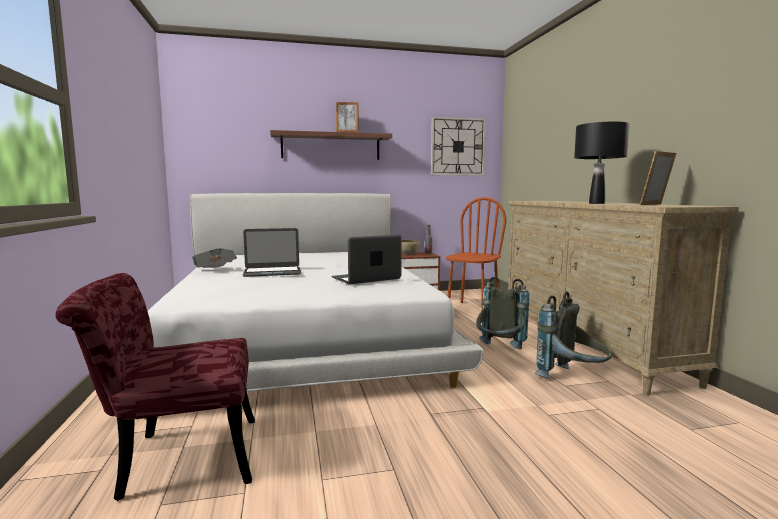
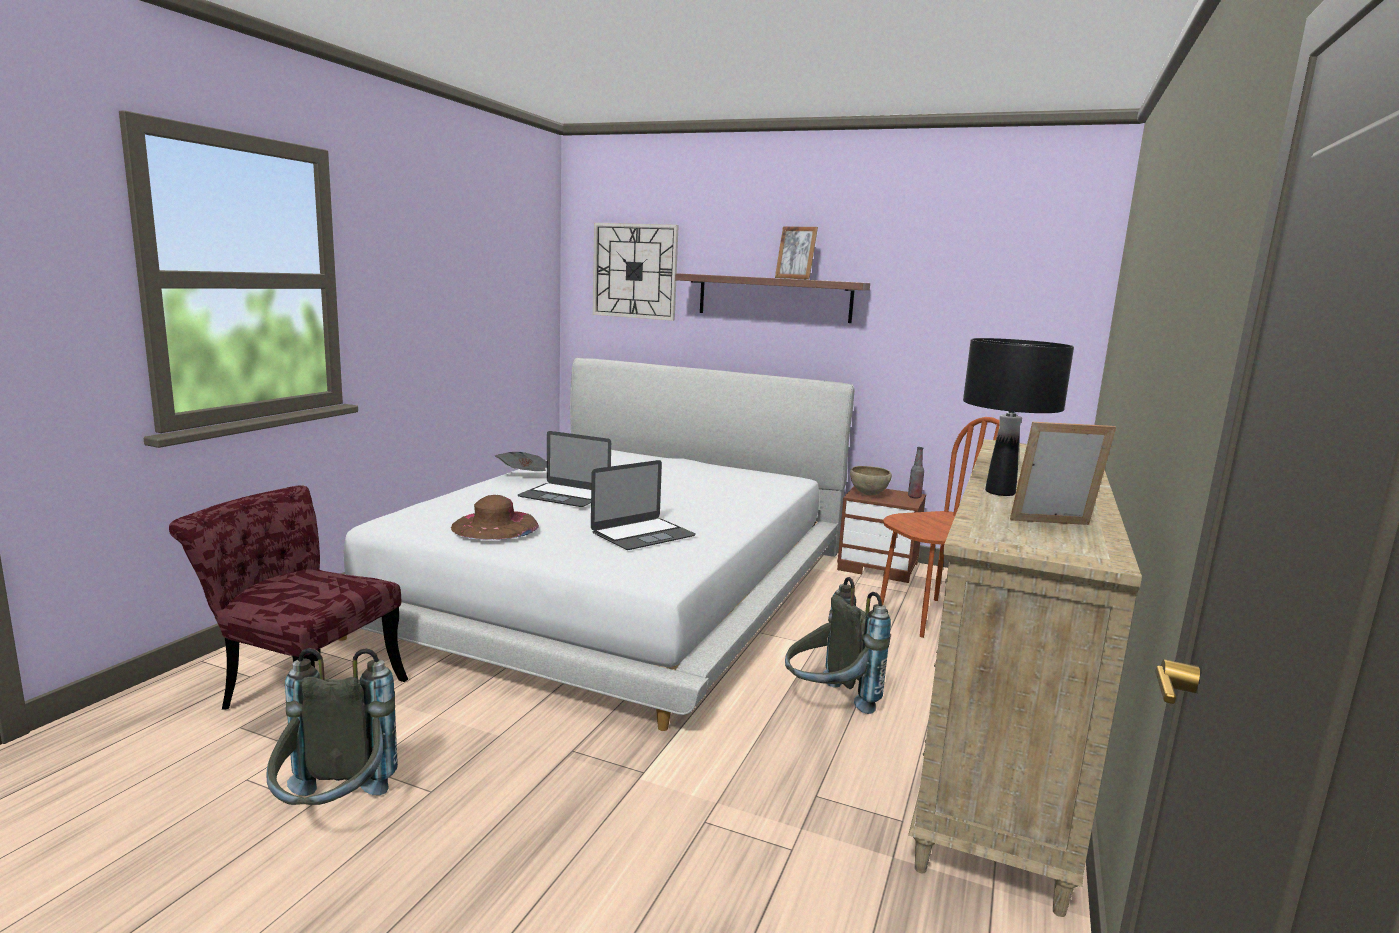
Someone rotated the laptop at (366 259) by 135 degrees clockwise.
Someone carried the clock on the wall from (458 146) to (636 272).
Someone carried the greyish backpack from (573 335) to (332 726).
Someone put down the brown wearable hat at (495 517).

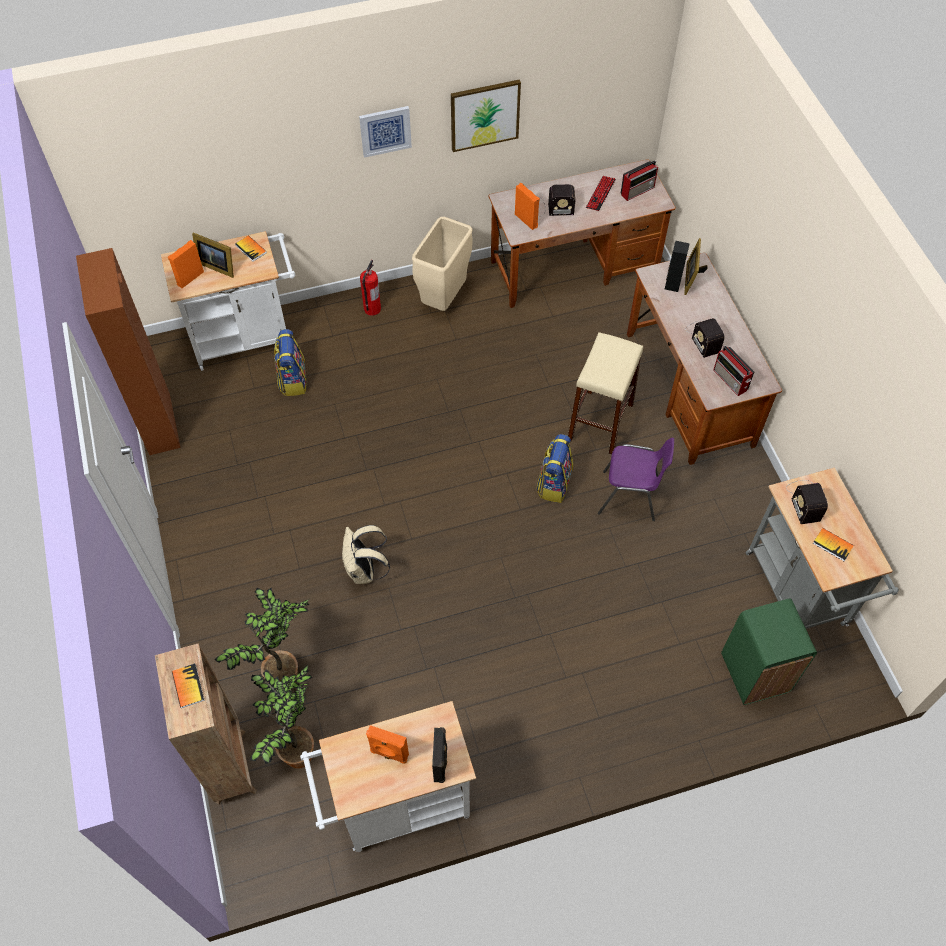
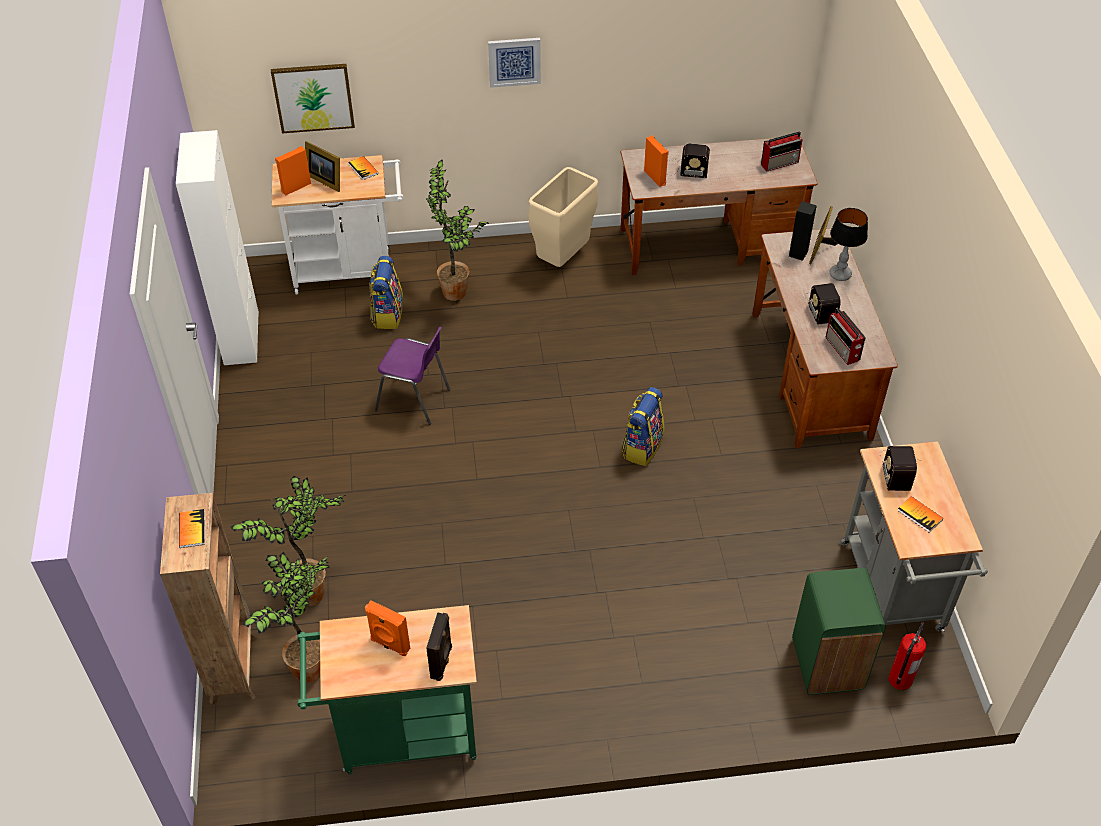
Someone repainted the brown cabinet at (128 351), which became the whitish cabinet at (217 247).
Someone repainted the whitish cart at (388 776), which became the green-coloured cart at (387 689).
Someone took away the beige-coloured backpack at (366 554).
Someone carried the extinguisher from (370 288) to (907 656).
Someone carried the wall picture from (486 116) to (313 98).
Someone took away the beige-coloured stool at (605 393).
Someone took away the PC keyboard at (601 193).
Someone carried the purplish plain chair from (636 479) to (412 376).
Someone put down the plant in a pot at (457 230).
Someone put down the lamp for a table at (849 244).

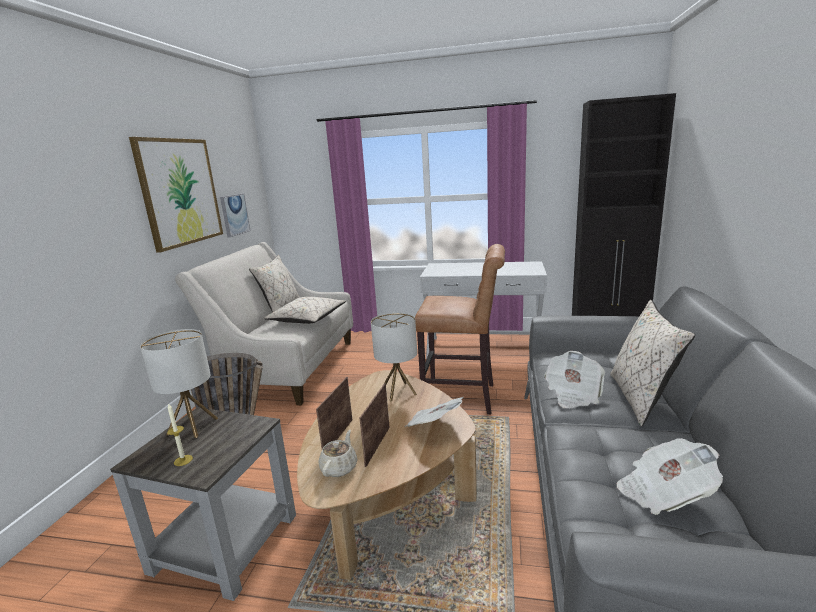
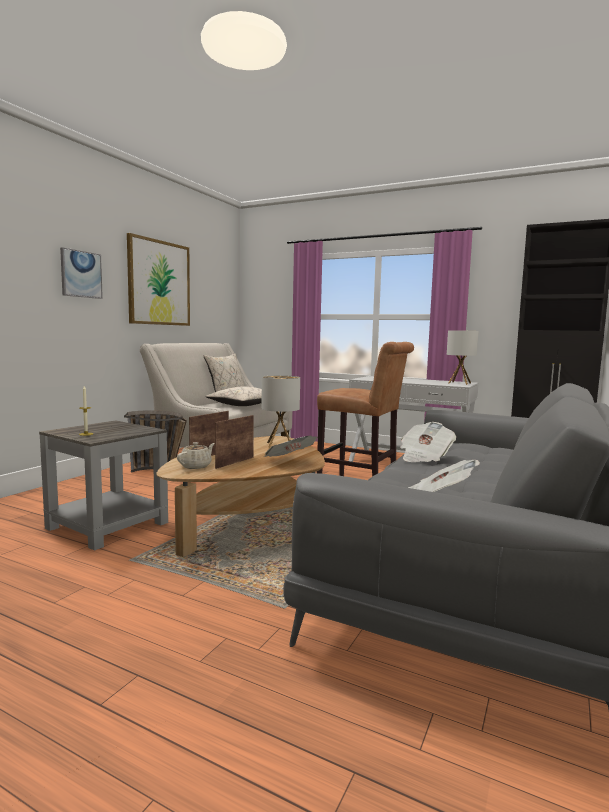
Someone carried the lamp for a table from (179 383) to (463 357).
Someone carried the wall picture from (235 215) to (81 273).
Someone took away the beige-coloured pillow at (652 363).

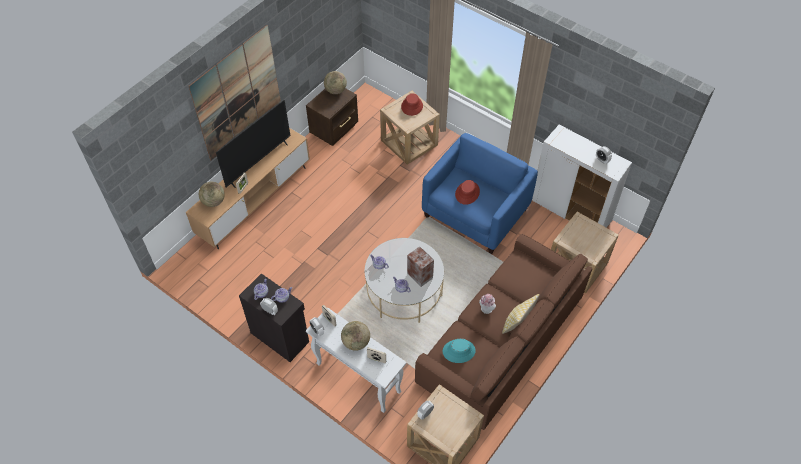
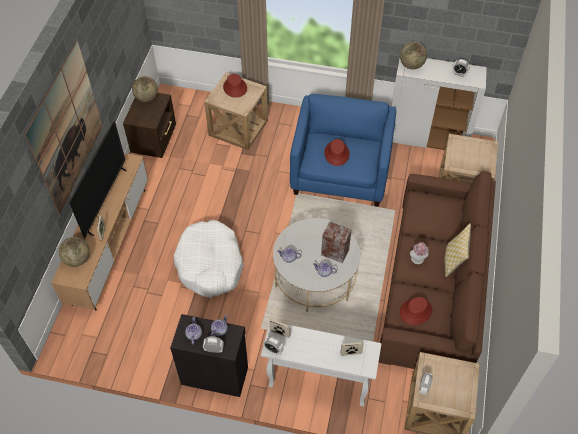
Someone carried the globe from (355 336) to (413 55).
Someone repainted the turquoise-coloured wearable hat at (459 350), which became the red-coloured wearable hat at (415 311).
Someone put down the whitish dog cushion at (209 259).

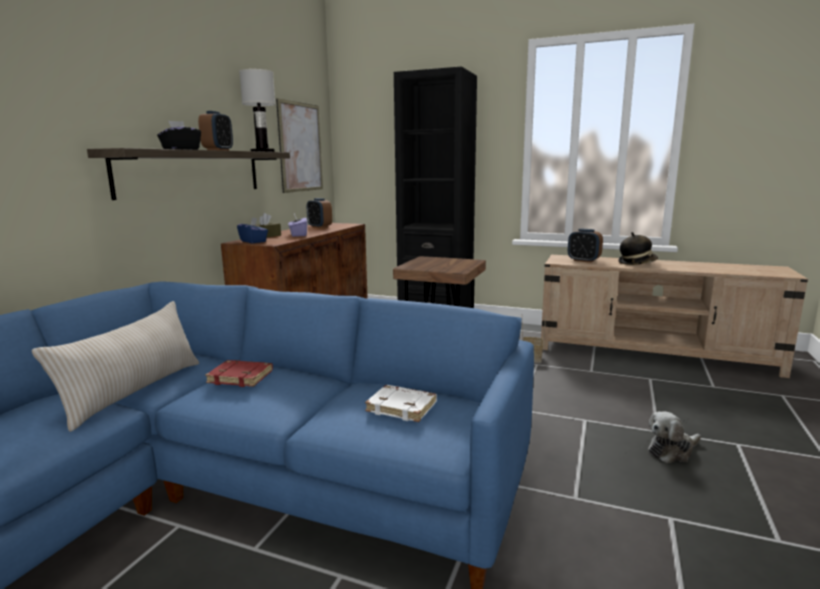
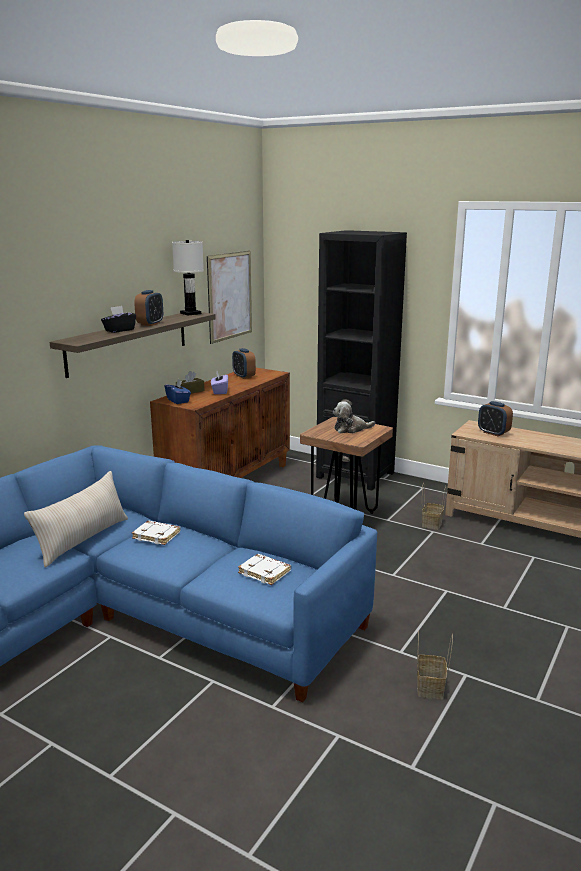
Someone repainted the red-coloured volume at (239 373), which became the whitish volume at (156 533).
Someone took away the wearable hat at (638 248).
Someone carried the plush toy from (674 437) to (354 417).
Someone put down the household basket at (435 665).

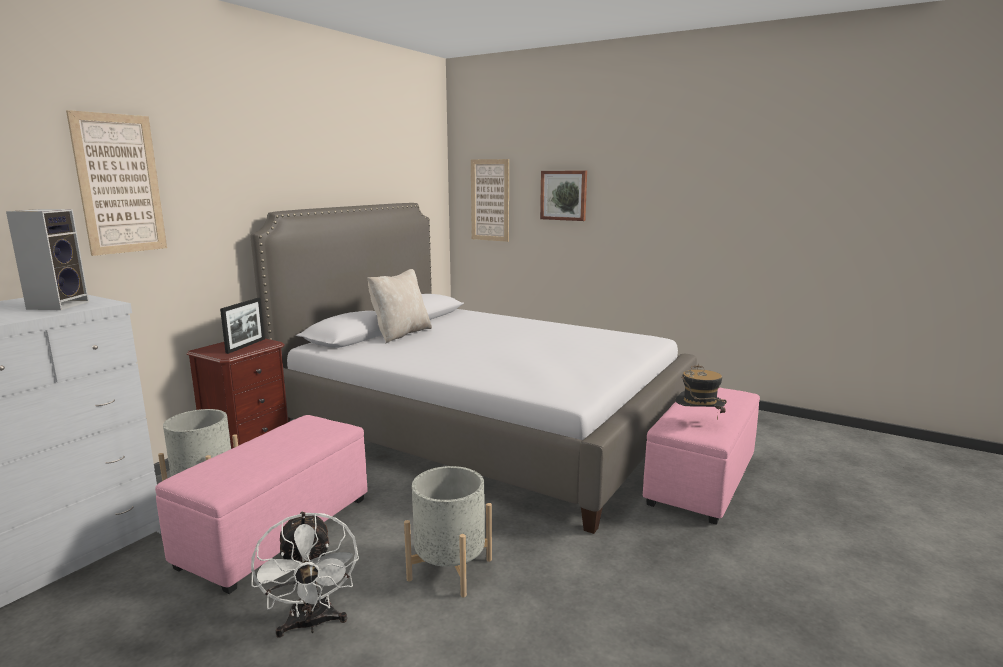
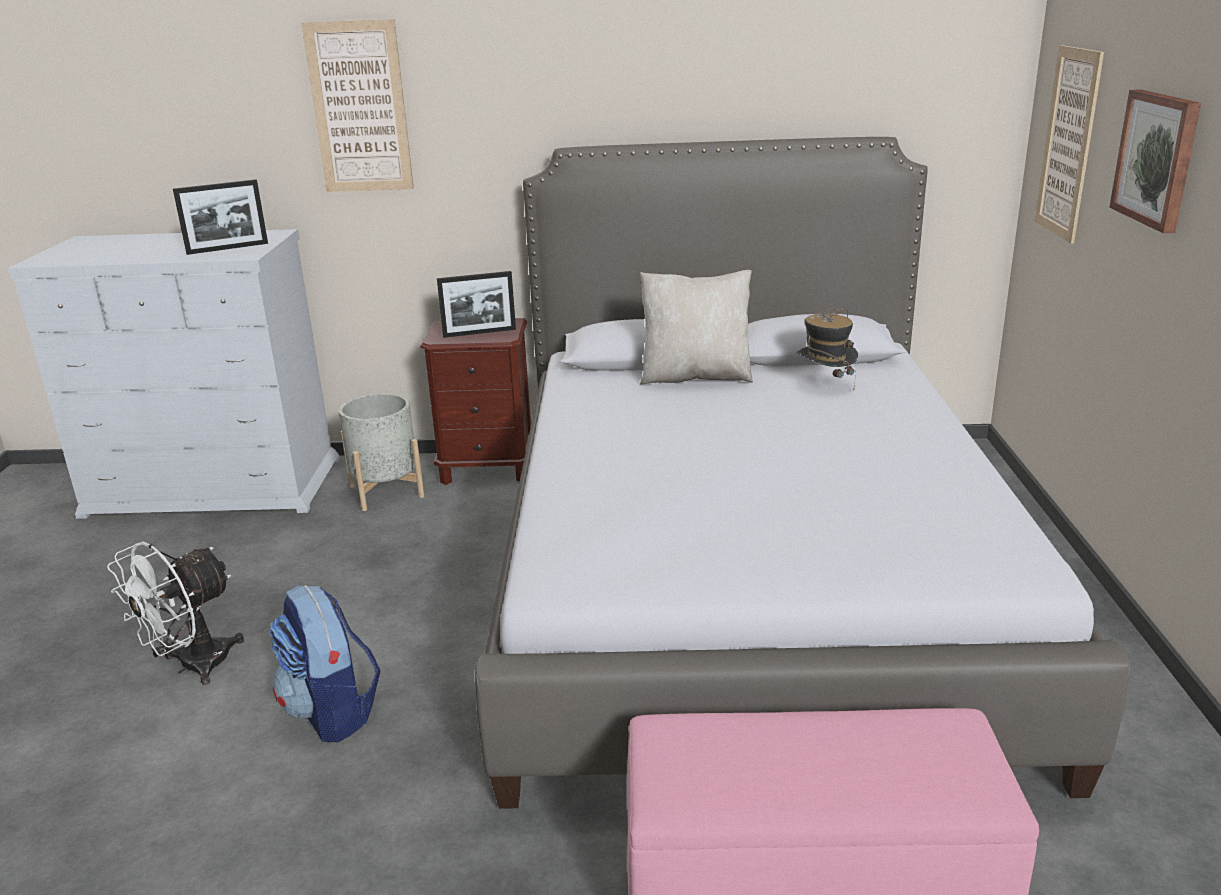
Someone swapped the loudspeaker at (47 259) for the photo frame at (220 217).
Someone took away the pink pouffe at (261 504).
Someone swapped the greyish flower pot at (448 531) for the backpack at (325 663).
Someone carried the wearable hat from (701 391) to (827 350).

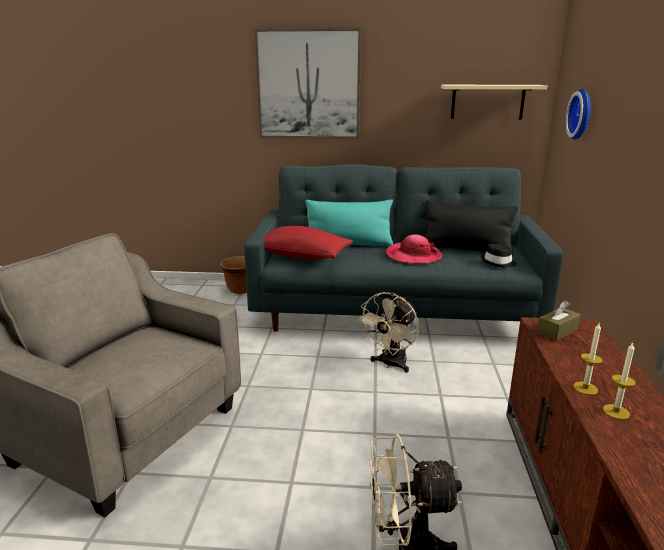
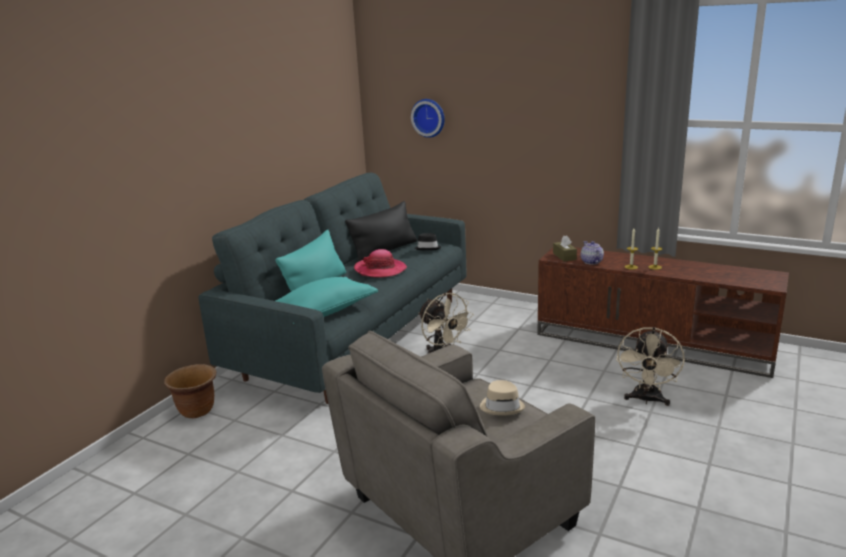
Someone took away the wall picture at (308 83).
Someone repainted the red-coloured pillow at (308 243), which became the turquoise-coloured pillow at (327 300).
Someone took away the beige-coloured bracket shelf at (494 102).
Someone put down the beige-coloured wearable hat at (502 398).
Someone put down the teapot at (592 253).

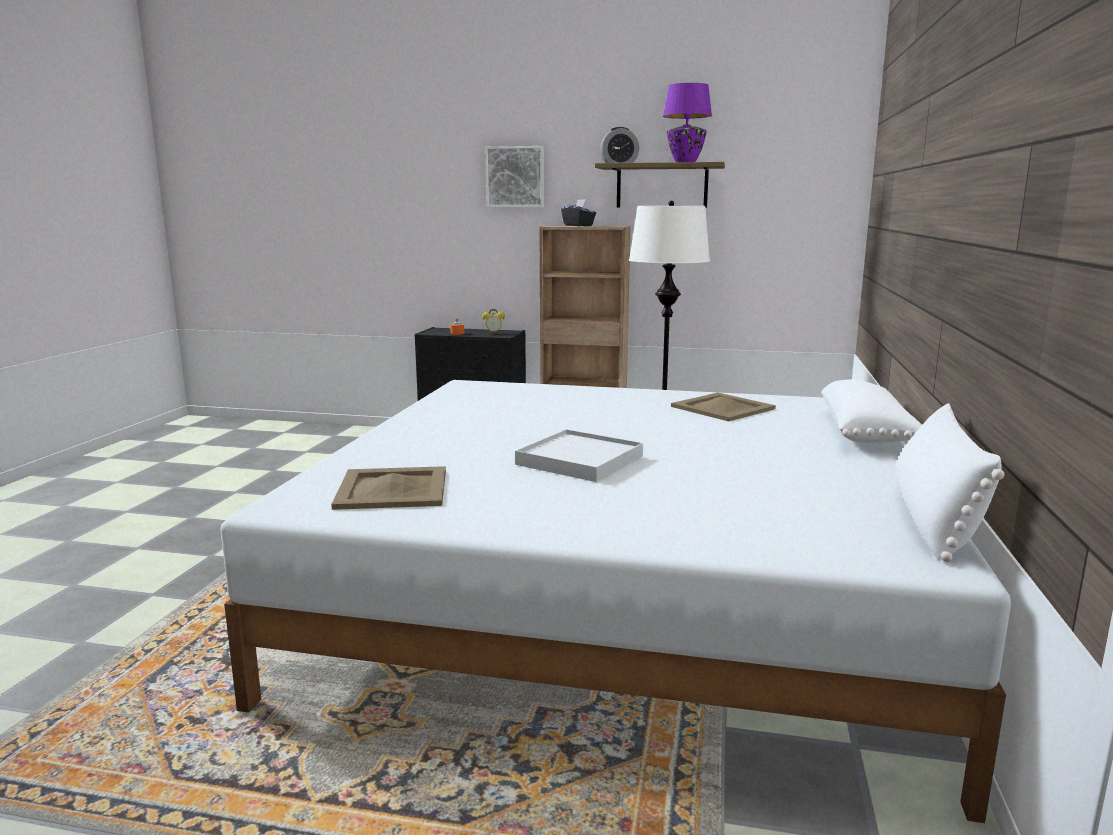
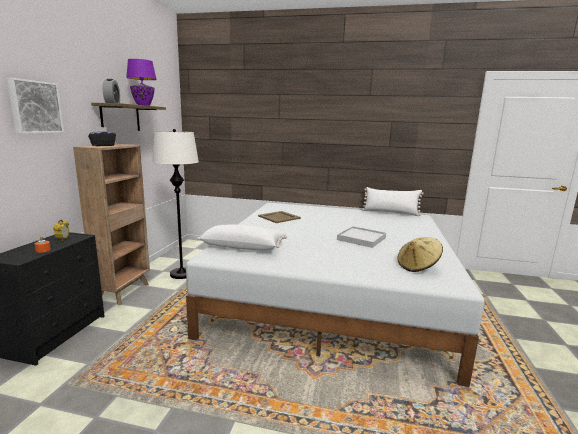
Someone swapped the beige-coloured tray at (388 488) for the beige-coloured wearable hat at (420 254).
Someone carried the whitish pillow from (871 411) to (242 237).

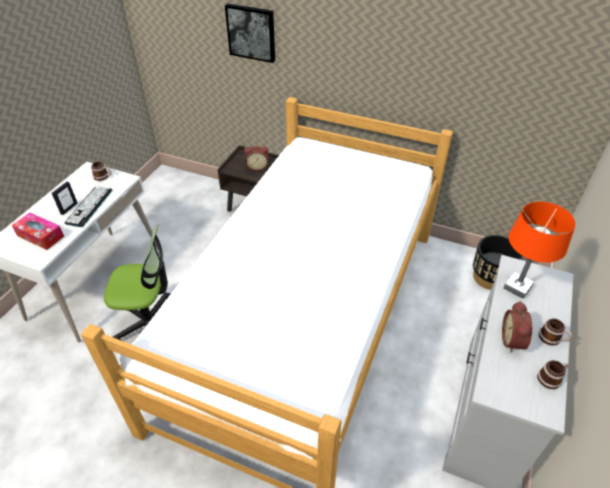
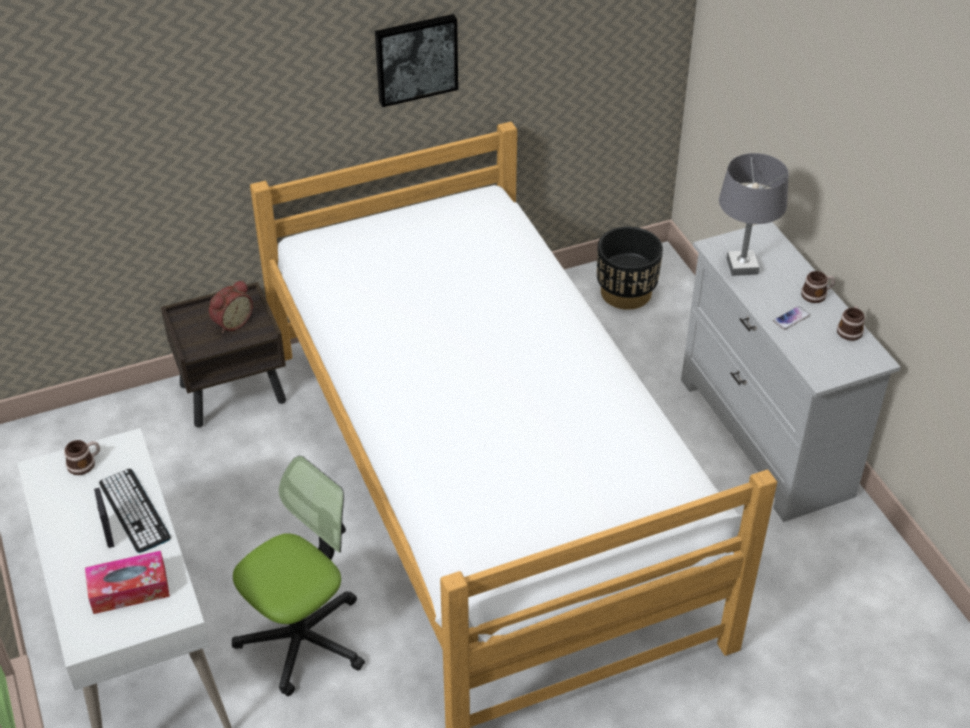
Someone carried the wall picture from (250 33) to (416 60).
Someone swapped the alarm clock at (517 327) for the phone at (791 318).
Someone repainted the orangey lamp for a table at (539 250), which became the greyish lamp for a table at (754 214).

